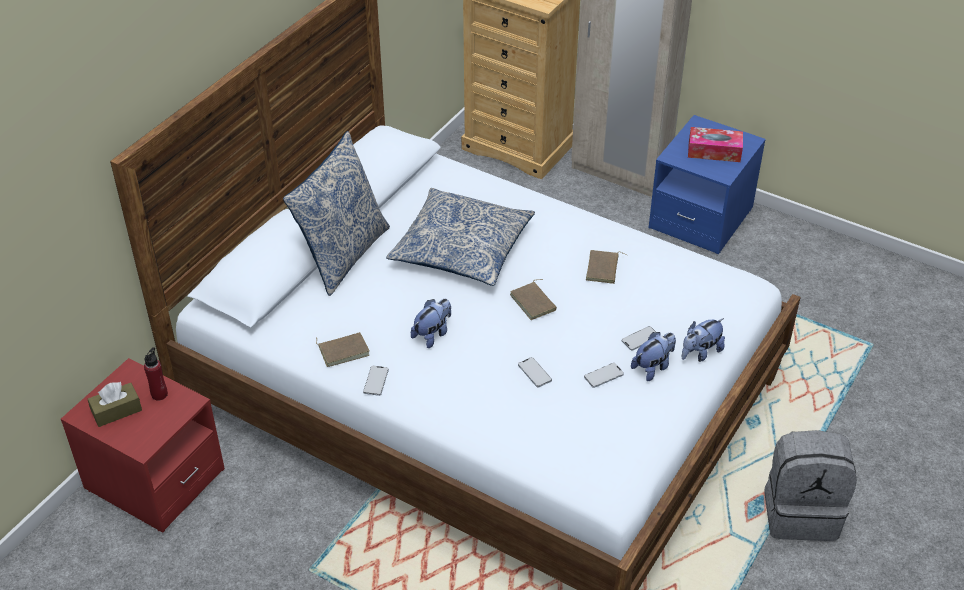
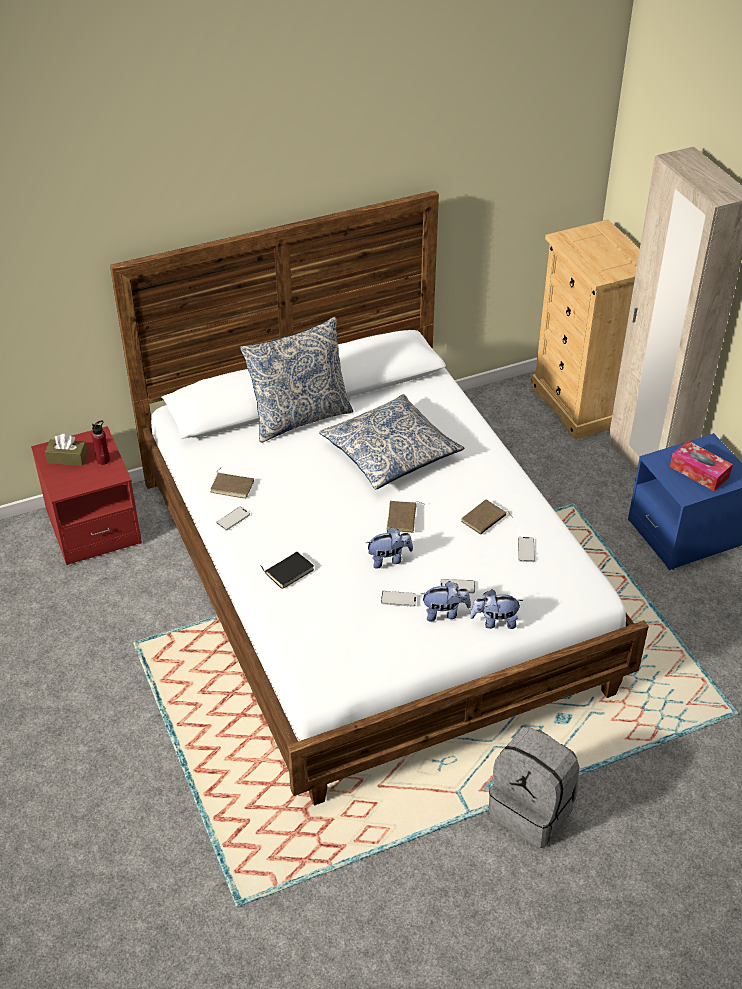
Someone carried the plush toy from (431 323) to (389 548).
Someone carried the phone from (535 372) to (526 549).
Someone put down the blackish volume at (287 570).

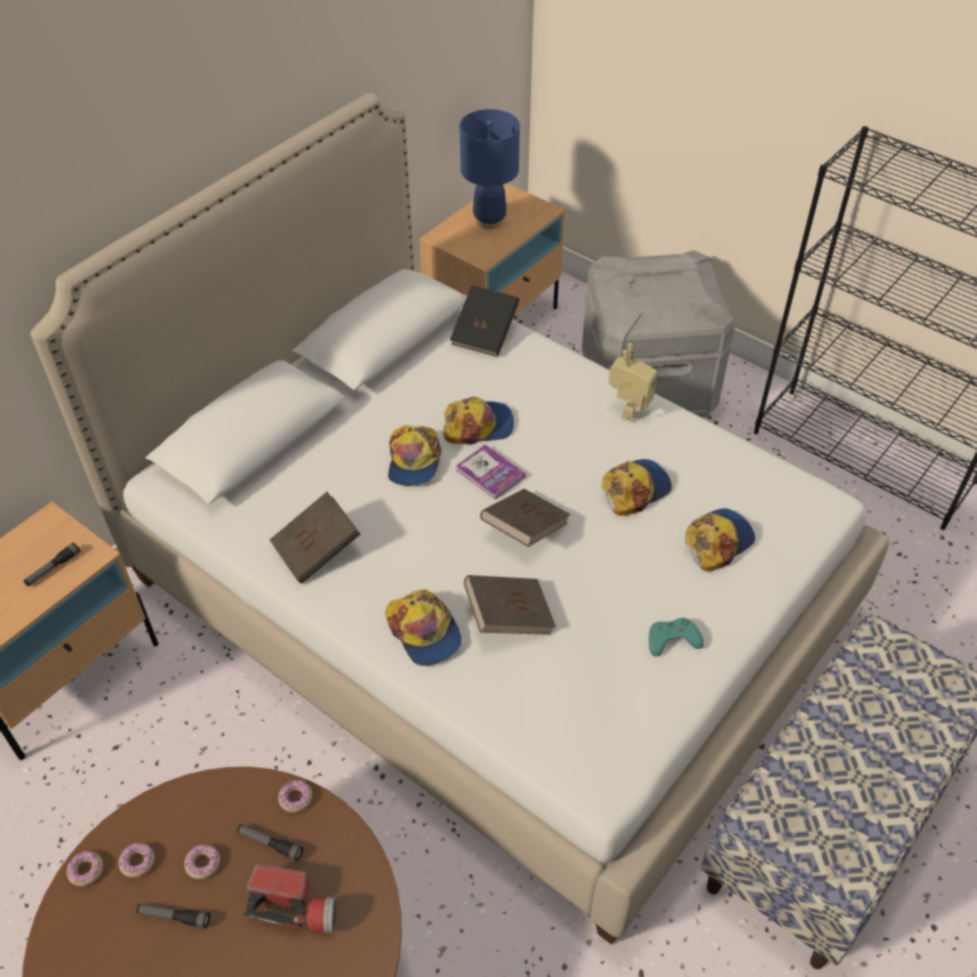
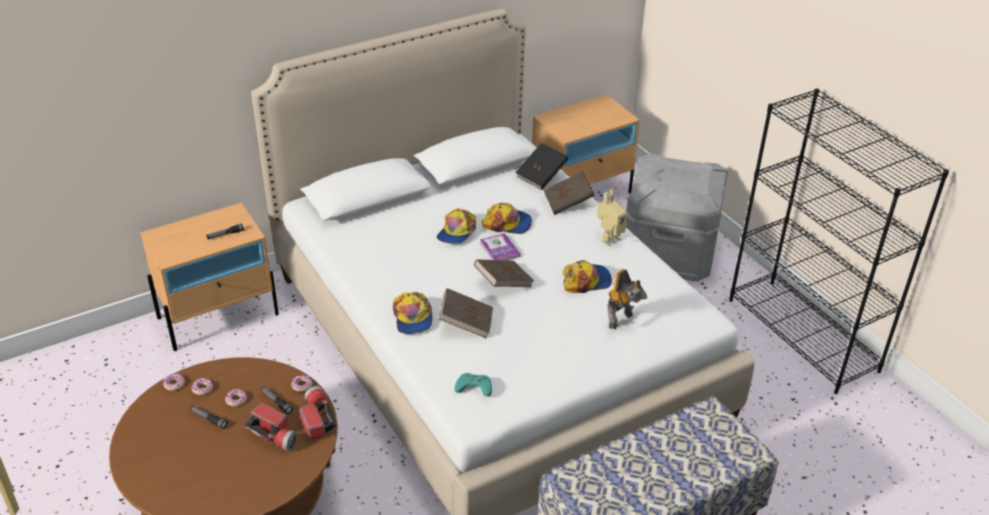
Someone carried the brown volume from (315 538) to (569 193).
Someone took away the blue lamp for a table at (490 169).
Someone carried the turquoise-coloured gamepad from (676 637) to (473 385).
Someone swapped the peaked cap at (720 540) for the model robot at (627 299).
Someone put down the hand torch at (318 413).

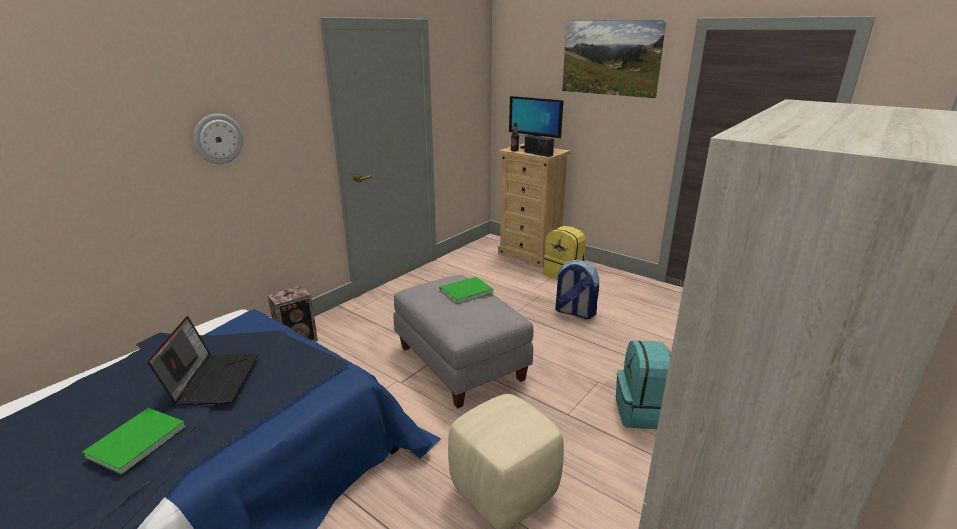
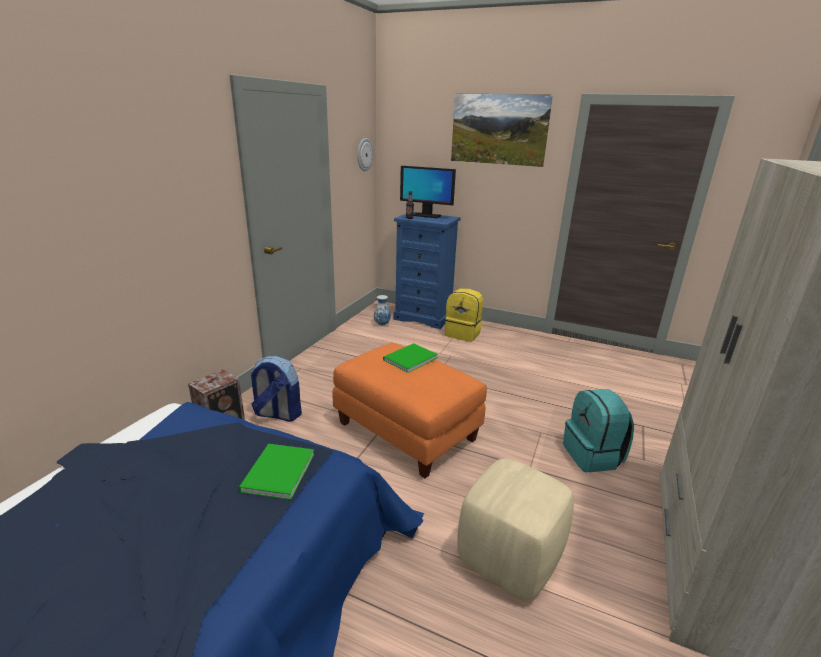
Someone carried the green-coloured volume from (134 441) to (276 472).
Someone took away the laptop at (202 360).
Someone carried the clock on the wall from (218 139) to (365 154).
Someone repainted the greyish pouffe at (463 341), which became the orangey pouffe at (410 410).
Someone repainted the beige-coloured dresser at (534 205), which became the blue dresser at (427 270).
Someone took away the radio set at (539 146).
Someone carried the backpack from (577 289) to (276 389).
Someone put down the vase at (382 310).

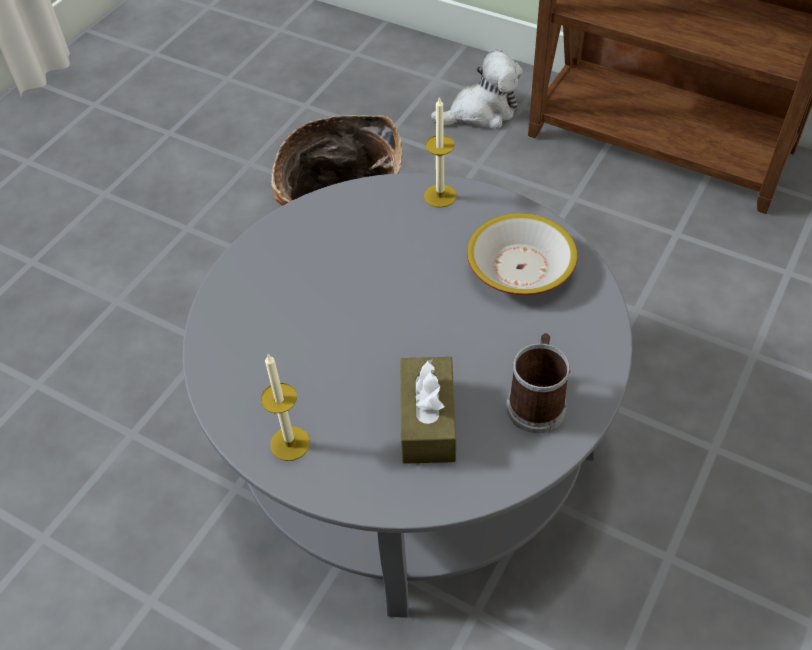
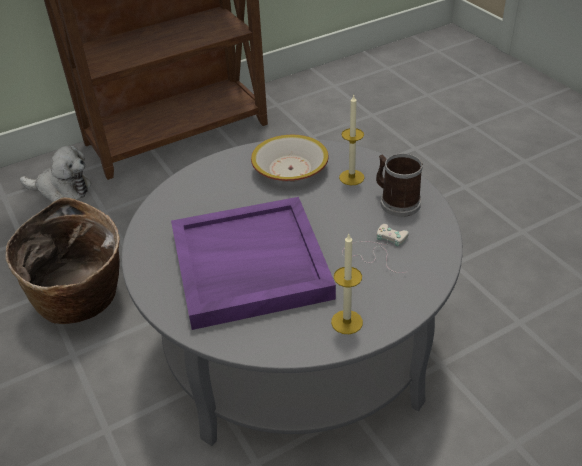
Someone swapped the brown box of tissues at (428 410) for the whitish gamepad at (375 248).
Someone carried the wax light from (440 152) to (352 140).
Someone rotated the plush toy at (477 89) by 90 degrees clockwise.
Someone put down the purplish tray at (253 263).

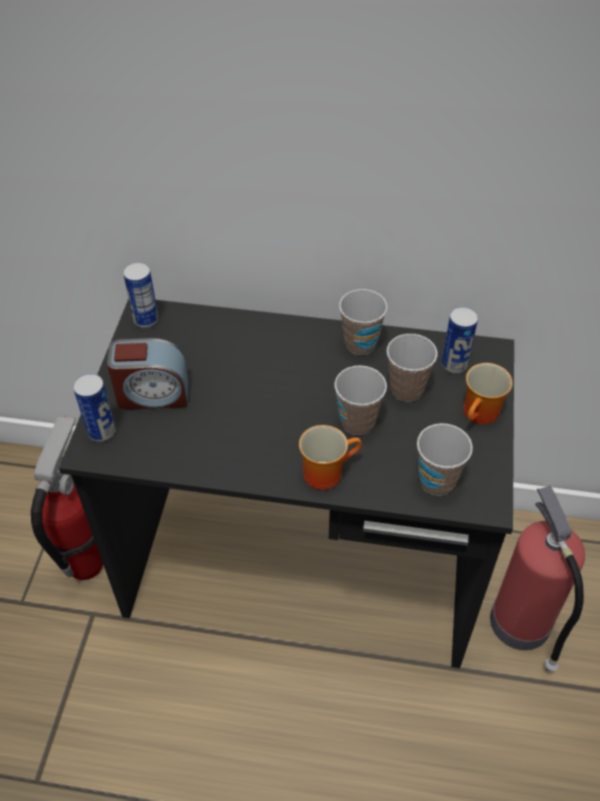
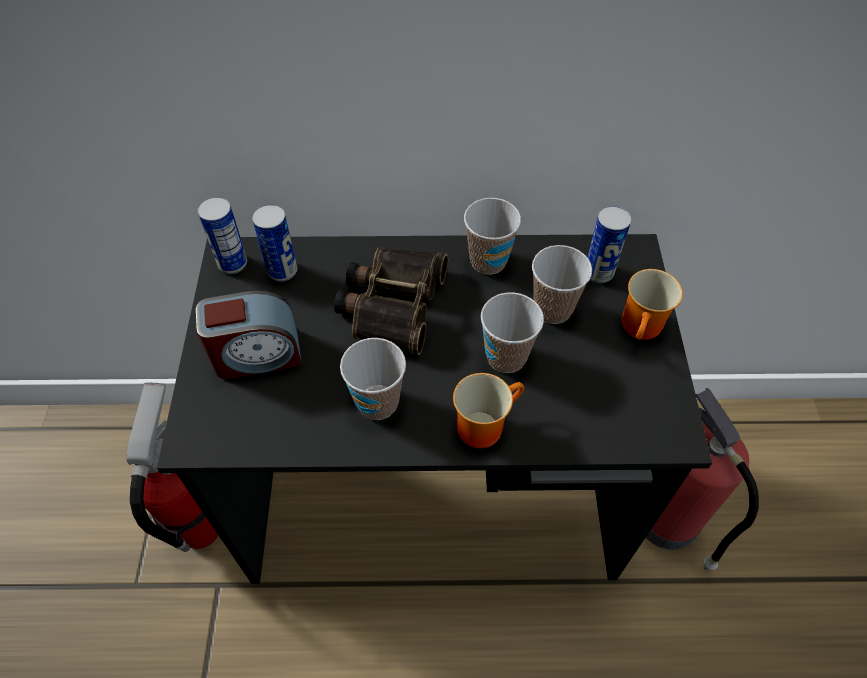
Someone carried the can from (94 407) to (275 242).
Someone carried the small cup from (445 459) to (373 379).
Someone put down the pair of binoculars at (391 301).

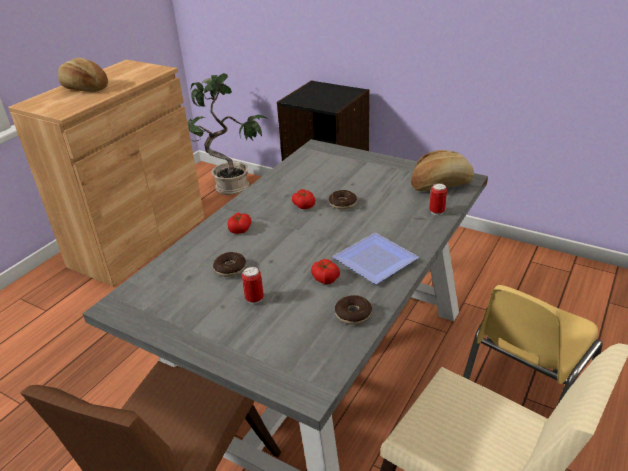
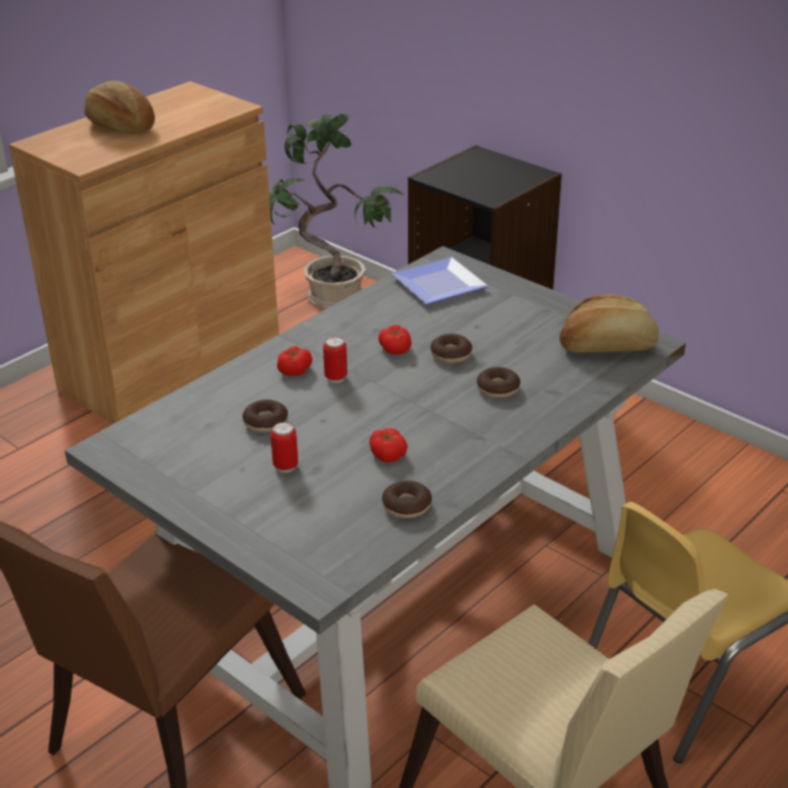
Someone carried the flat dish from (375 258) to (439 281).
Someone carried the can from (438 199) to (335 360).
Someone put down the ring doughnut at (498 382).

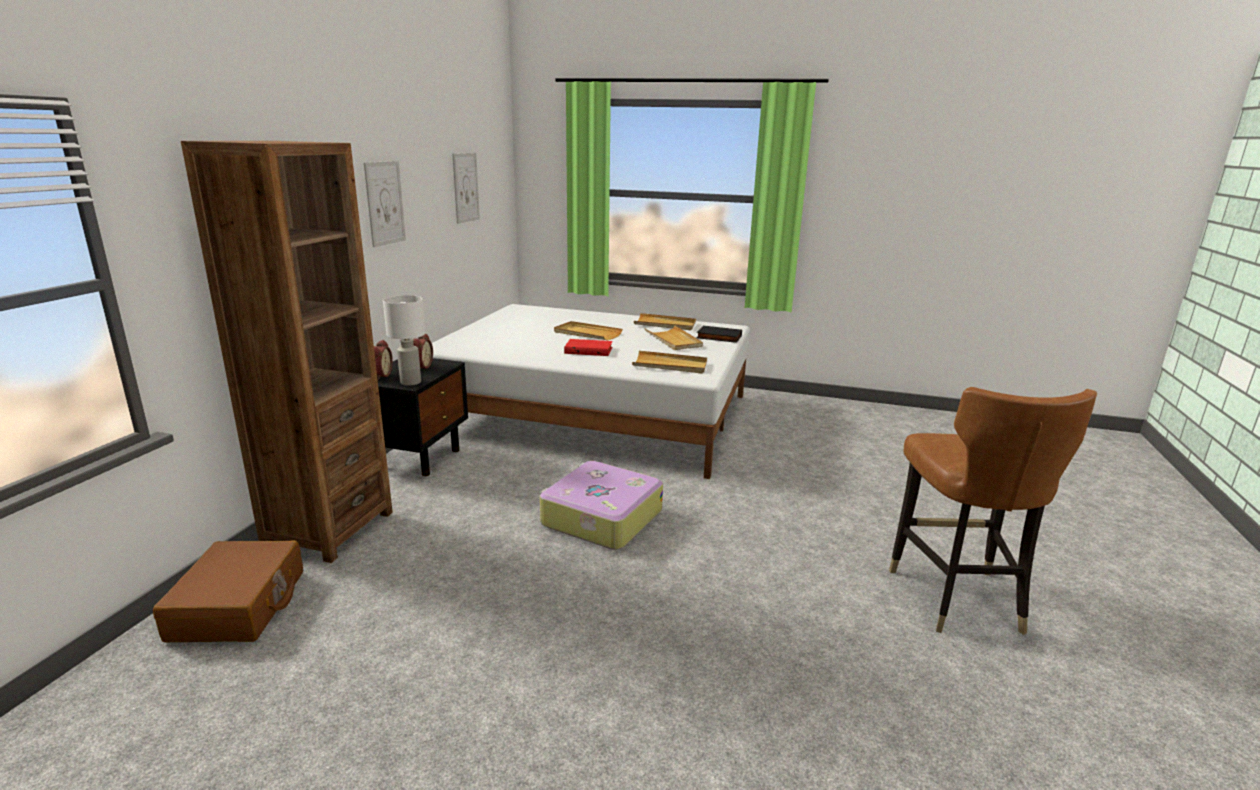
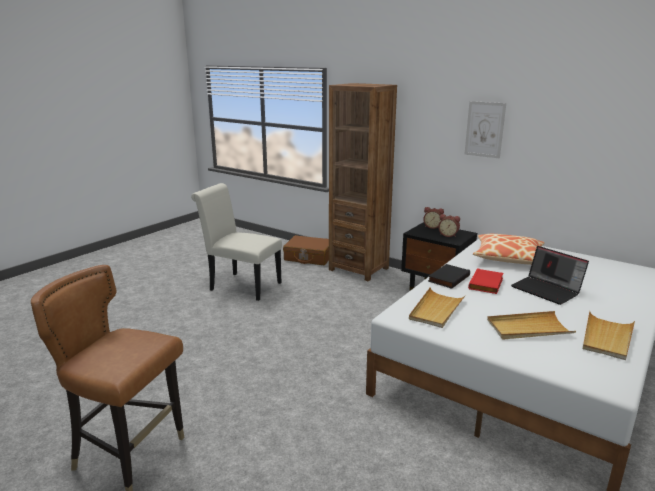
Someone took away the whitish lamp for a table at (404 340).
Someone took away the wall picture at (466 188).
Someone took away the piece of luggage at (601 505).
Someone swapped the beige-coloured tray at (588 330) for the laptop at (550 275).
Someone carried the blackish volume from (719 334) to (449 276).
Someone put down the whitish plain chair at (236 242).
Someone put down the pillow at (509 249).

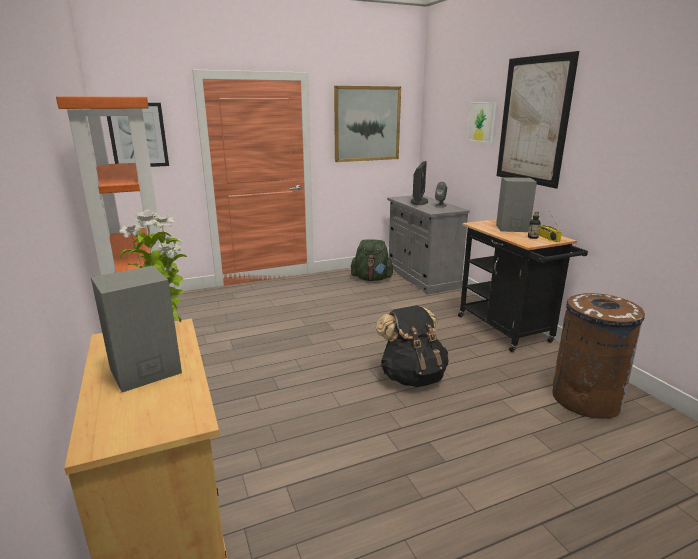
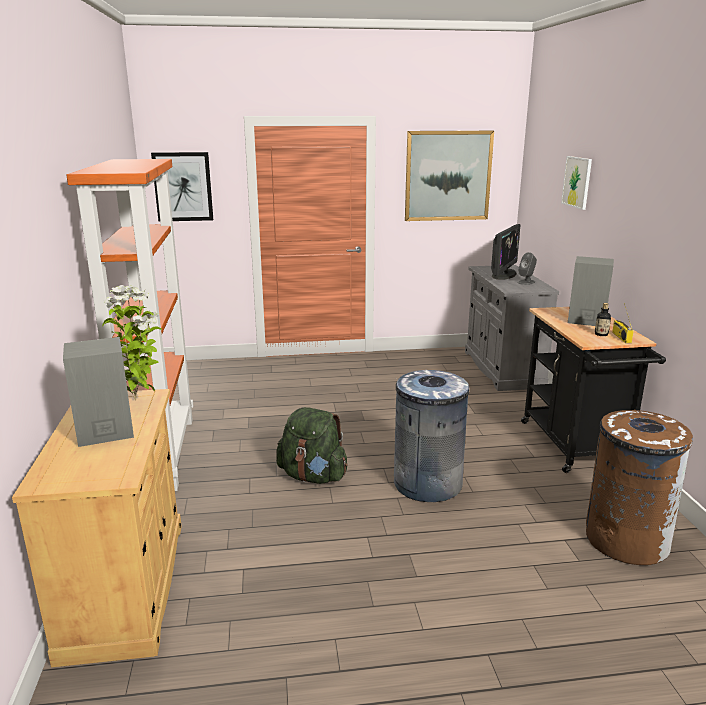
Someone carried the green-coloured backpack from (372 260) to (312 445).
Someone swapped the blackish backpack at (412 346) for the greyish rubbish bin at (431 436).
Someone took away the wall picture at (537 120).

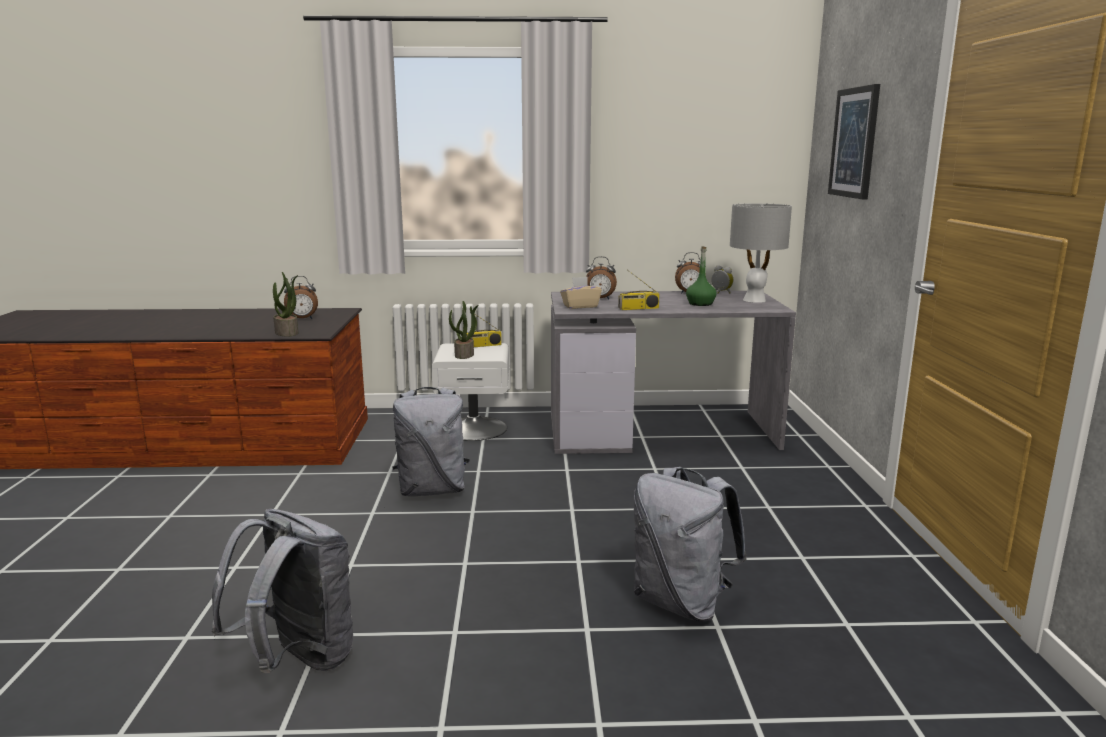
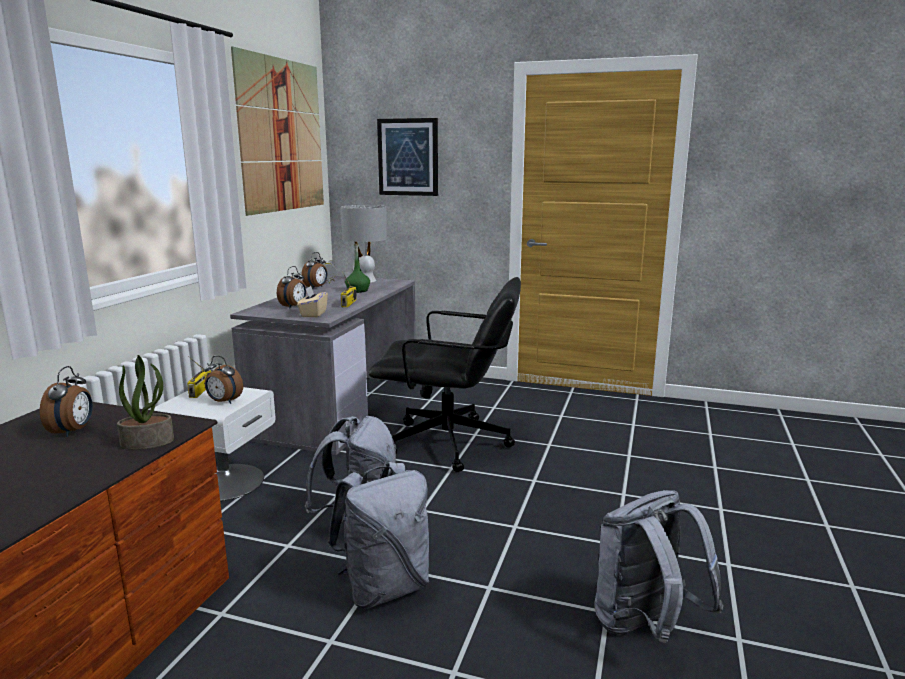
Someone swapped the plant in a pot at (464 330) for the alarm clock at (224 380).
Someone carried the greyish backpack from (690 544) to (378 535).
Someone put up the wall picture at (277 131).
Someone put down the blackish office chair at (445 374).

